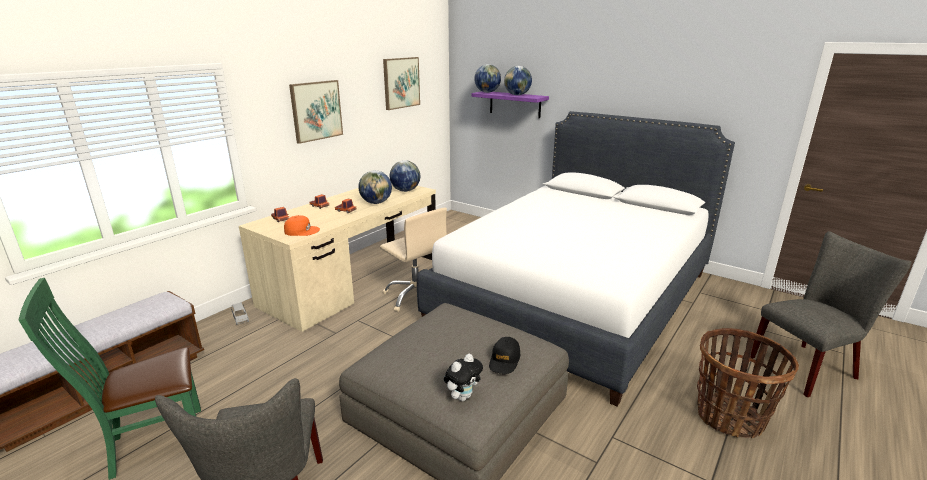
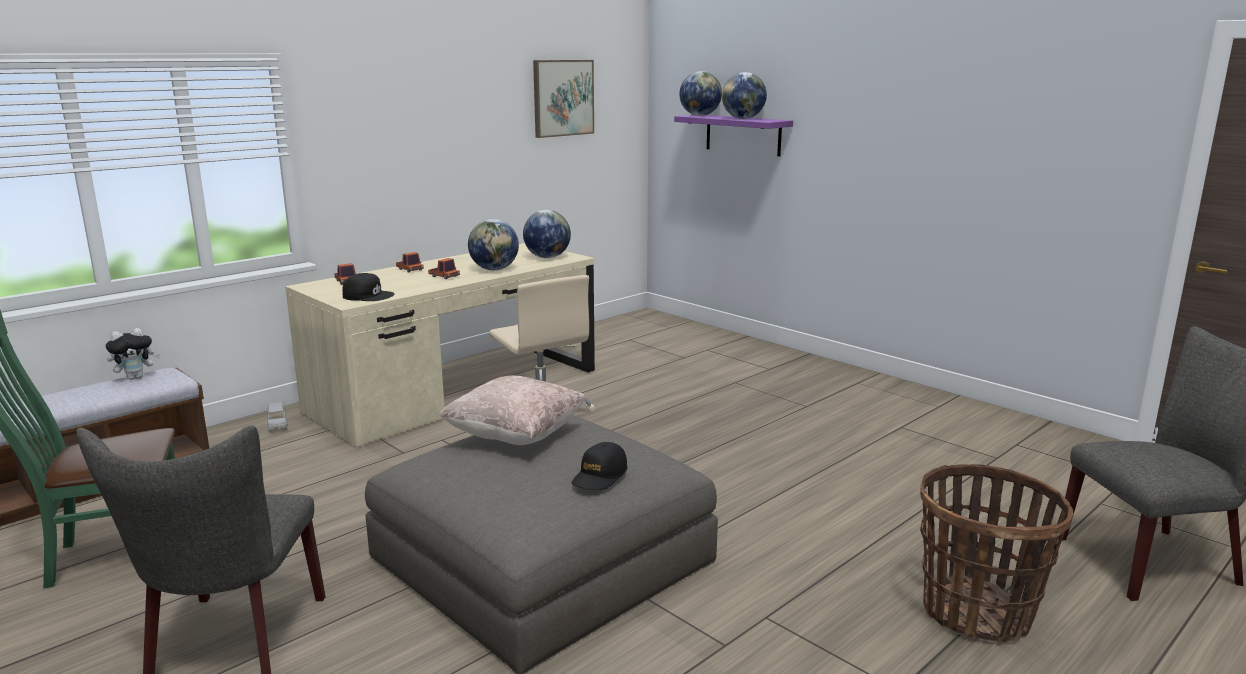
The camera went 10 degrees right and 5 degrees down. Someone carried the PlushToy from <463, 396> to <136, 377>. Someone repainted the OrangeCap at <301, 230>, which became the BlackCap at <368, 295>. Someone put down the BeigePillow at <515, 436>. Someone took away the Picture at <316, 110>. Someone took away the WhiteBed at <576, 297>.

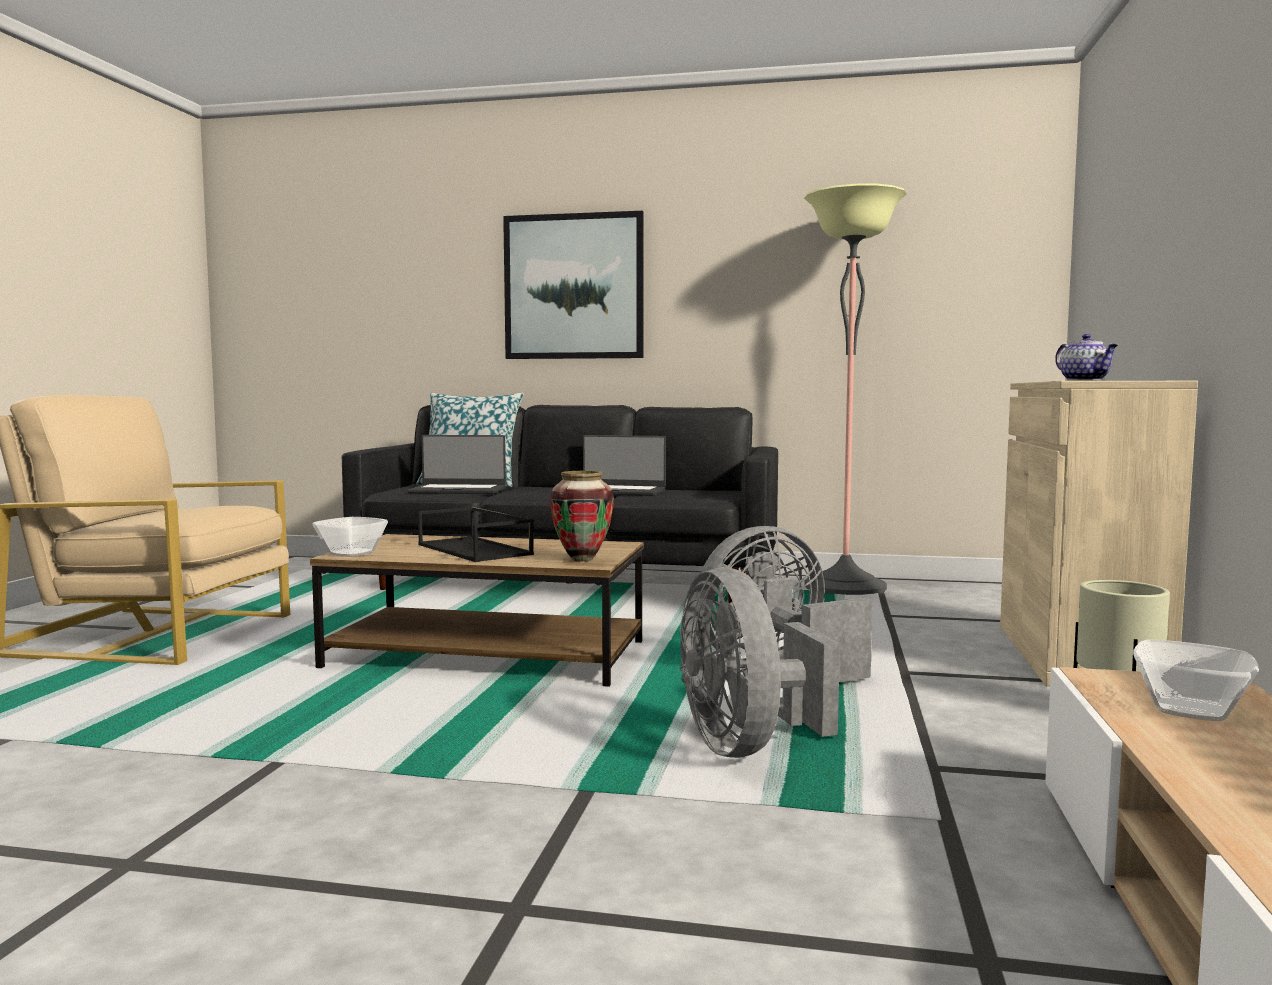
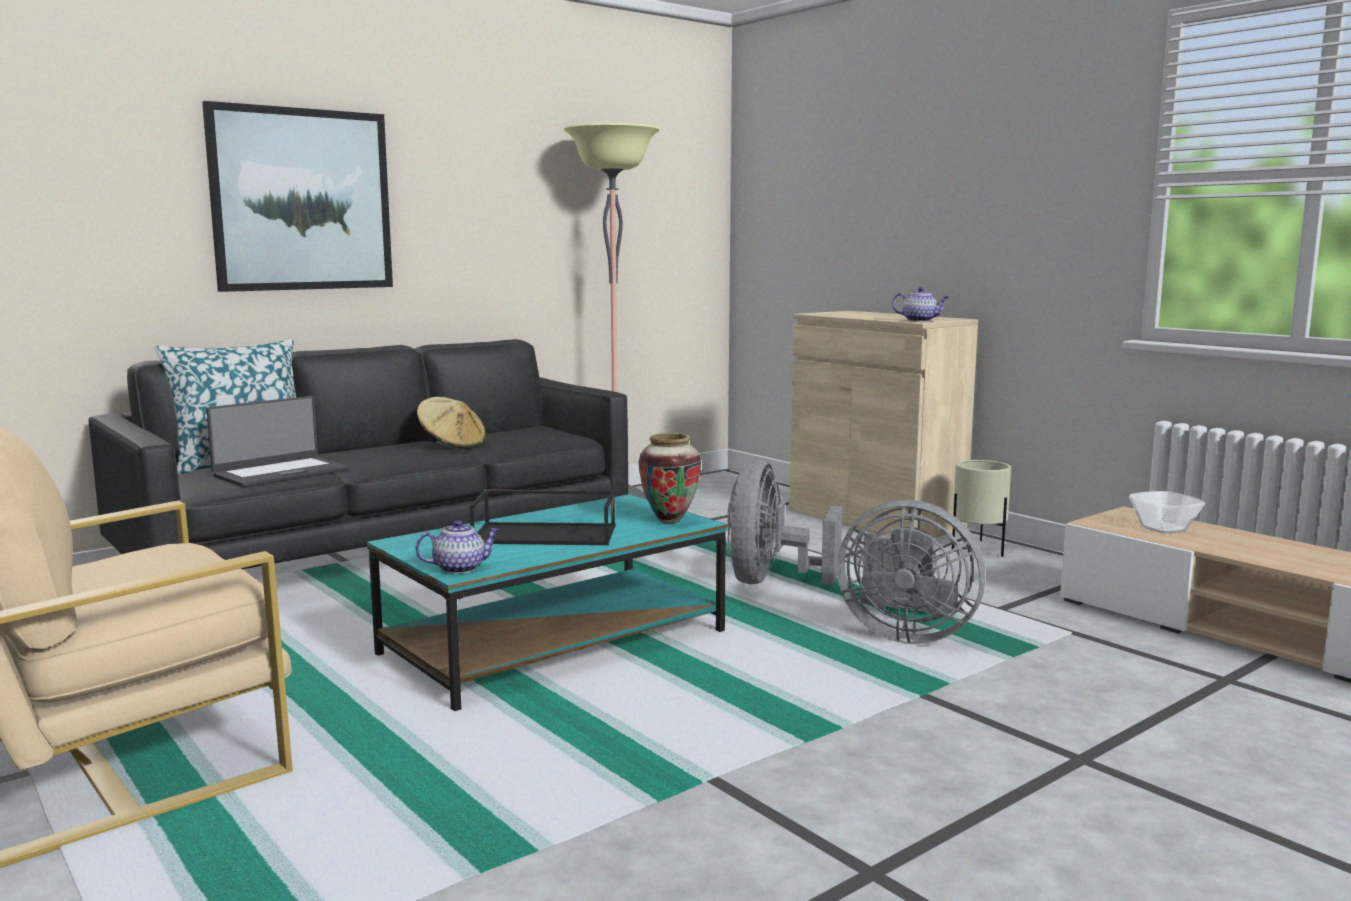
The camera went 50 degrees left and 5 degrees up. Someone repainted the BrownCoffeeTable at <489, 655>, which became the TurquoiseCoffeeTable at <556, 642>. Someone swapped the Bowl at <352, 553> for the Teapot at <460, 568>. Someone swapped the Laptop at <618, 491> for the BeigeHat at <452, 445>.

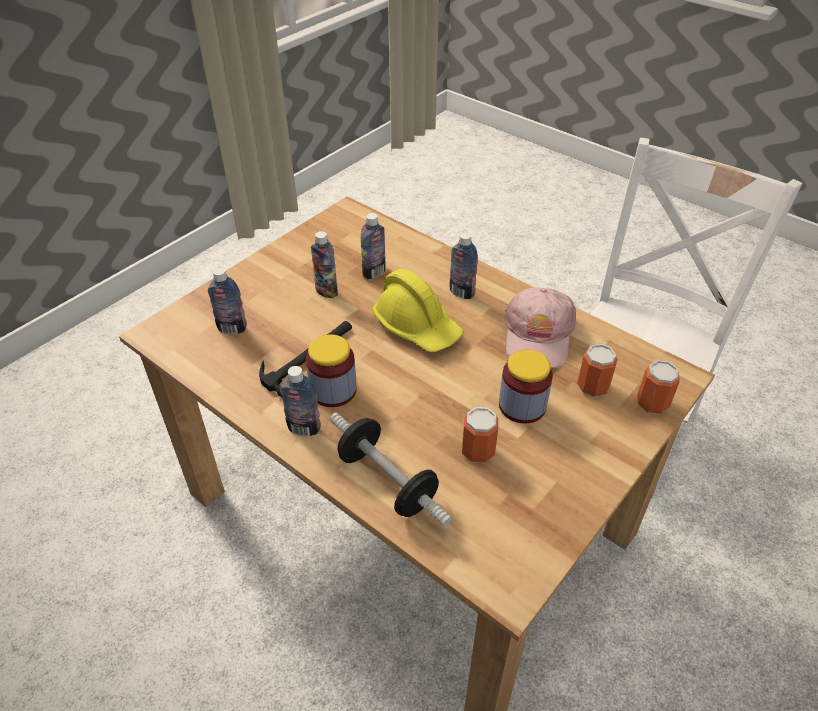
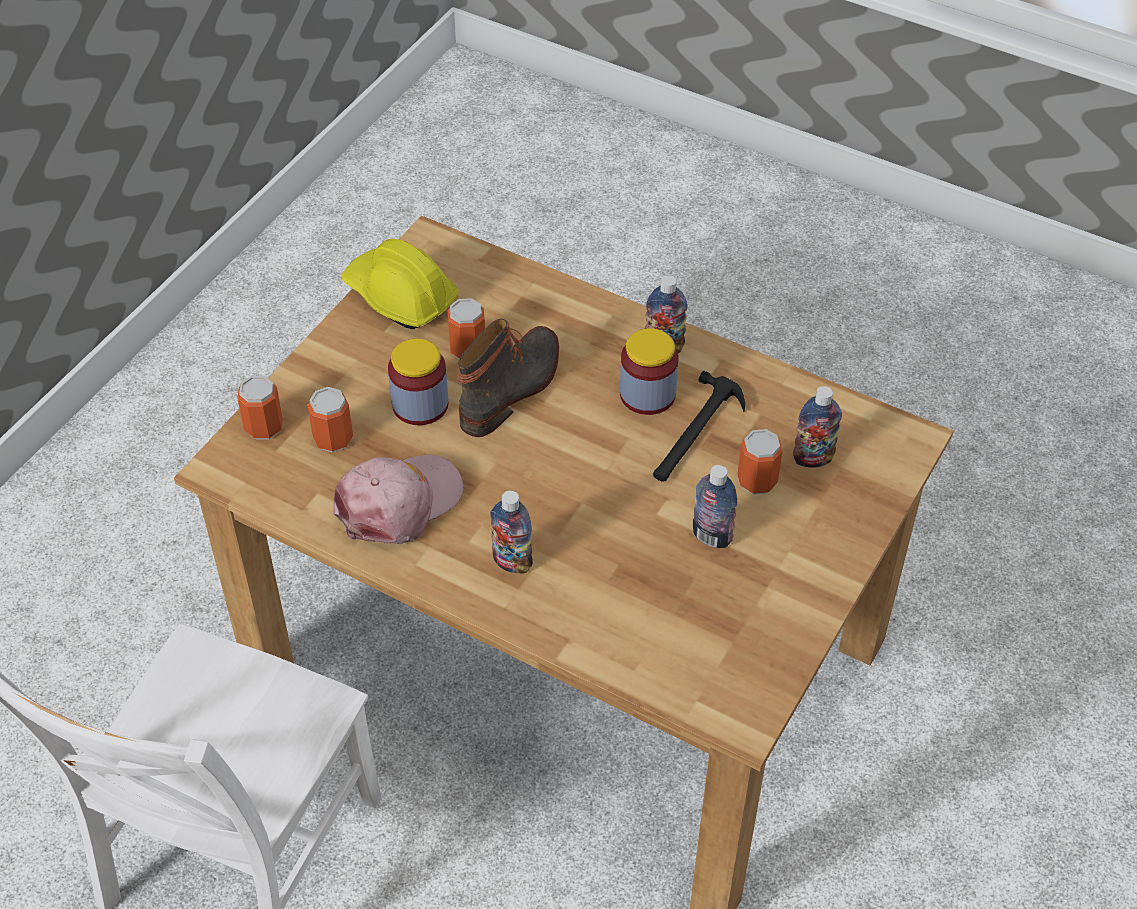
The camera went 170 degrees right and 5 degrees up. Someone rotated the PinkCap at <538, 335> by 45 degrees clockwise. Someone carried the YellowHardHat from <417, 327> to <400, 296>. Someone put down the Boot at <512, 389>. Someone put down the Can at <757, 481>. Someone took away the Dumbbell at <387, 481>. Someone took away the Bottle at <374, 272>.

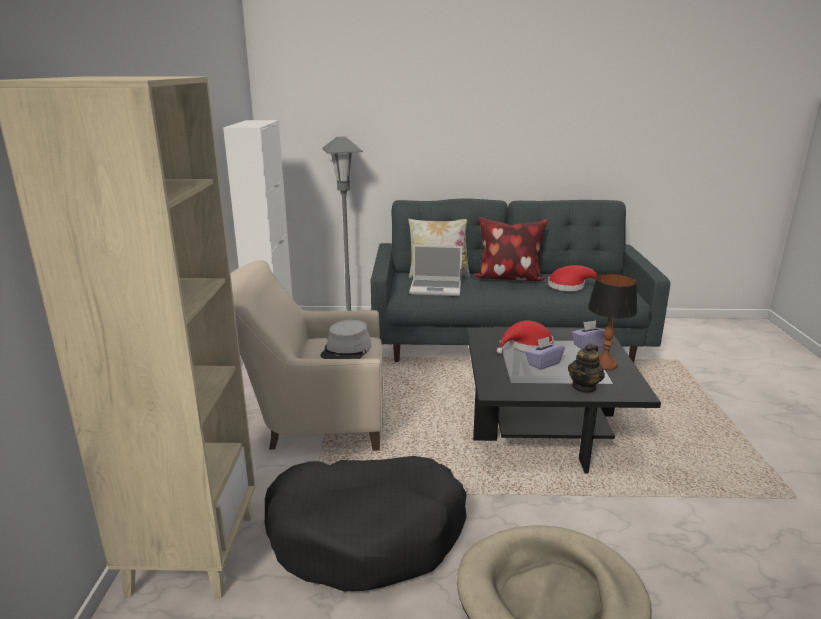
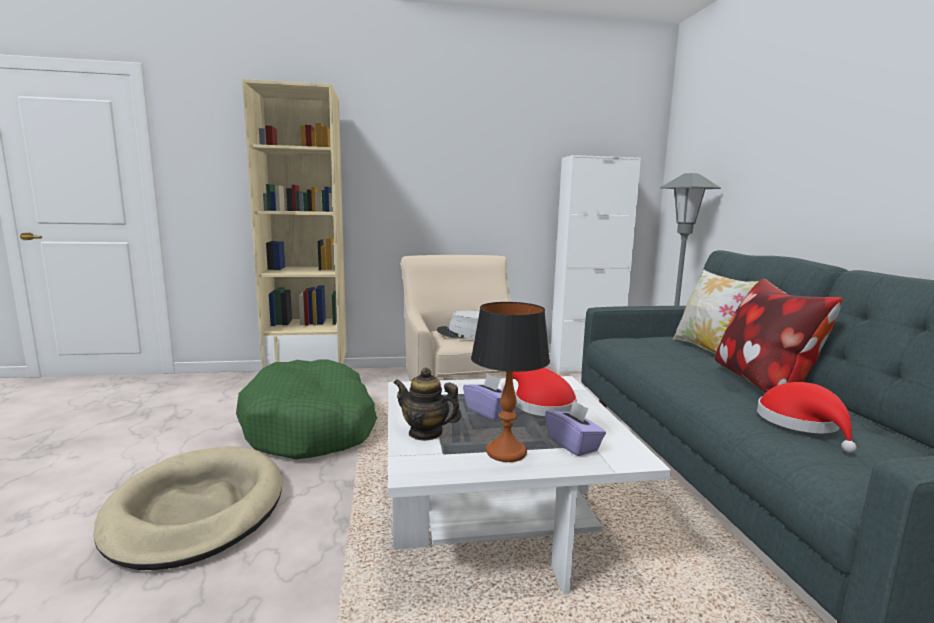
The camera went 80 degrees right and 10 degrees down. Someone repainted the BlackDogBed at <367, 534>, which became the GreenDogBed at <311, 426>. Someone repainted the BlackCoffeeTable at <545, 428>, which became the WhiteCoffeeTable at <499, 519>. Someone took away the Laptop at <436, 288>.

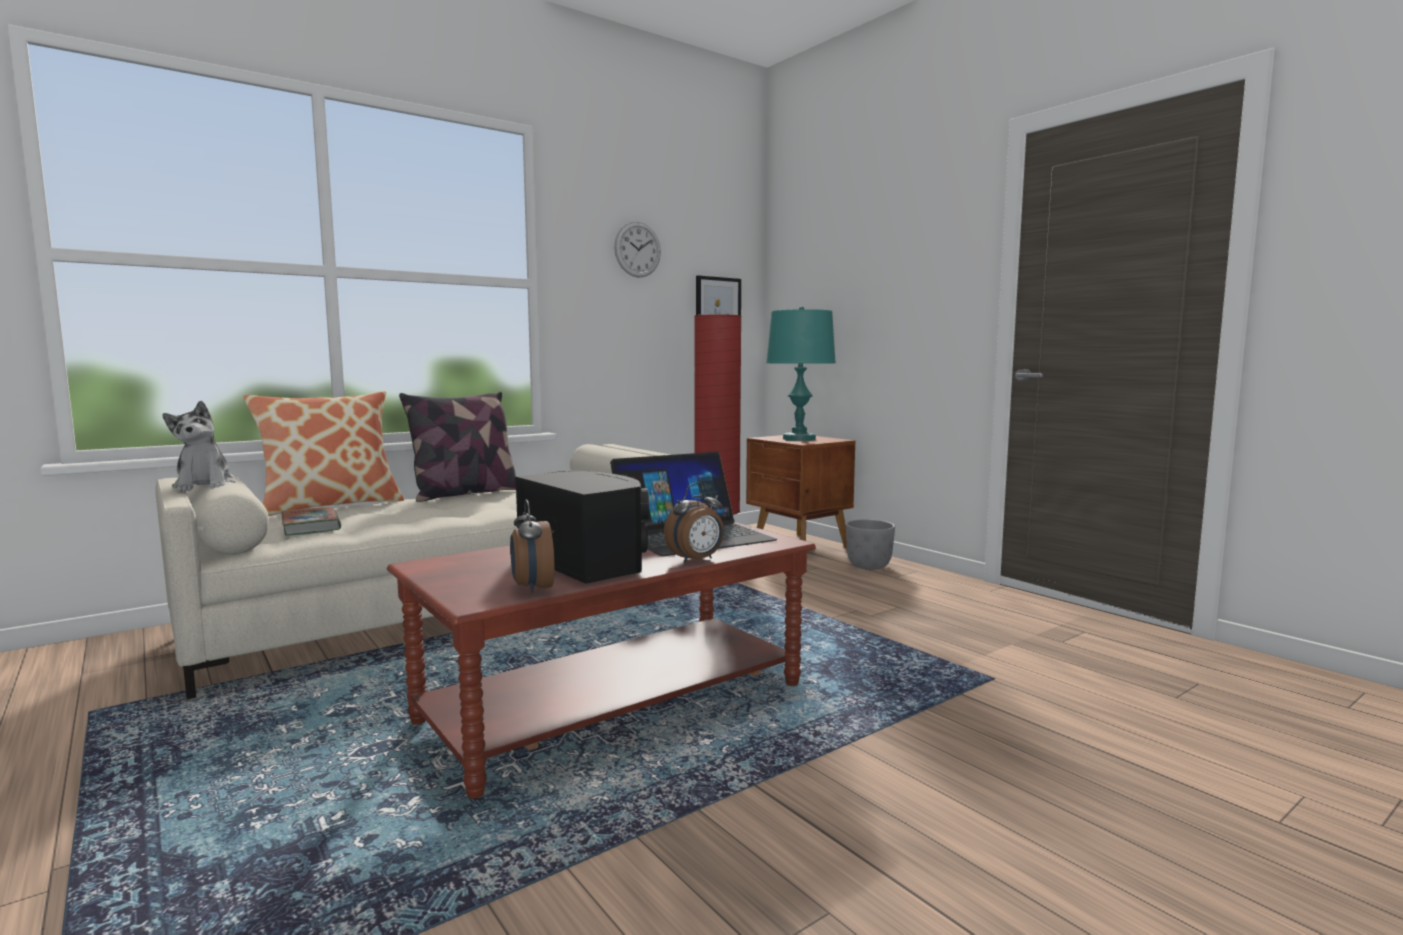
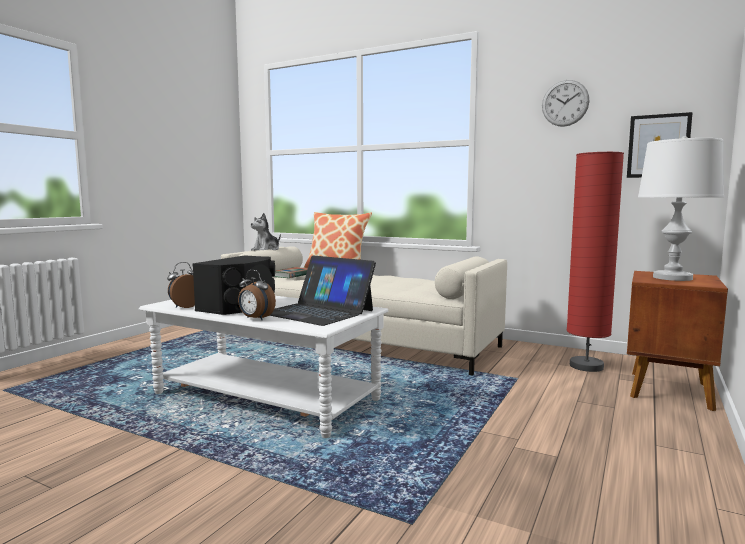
The camera went 65 degrees right and 0 degrees up. Someone repainted the BrownCoffeeTable at <616, 703>, which became the WhiteCoffeeTable at <265, 397>. Someone repainted the TurquoiseTableLamp at <799, 439>, which became the WhiteTableLamp at <672, 278>. Someone took away the Pillow at <465, 493>. Someone took away the GreyPlanter at <869, 566>.

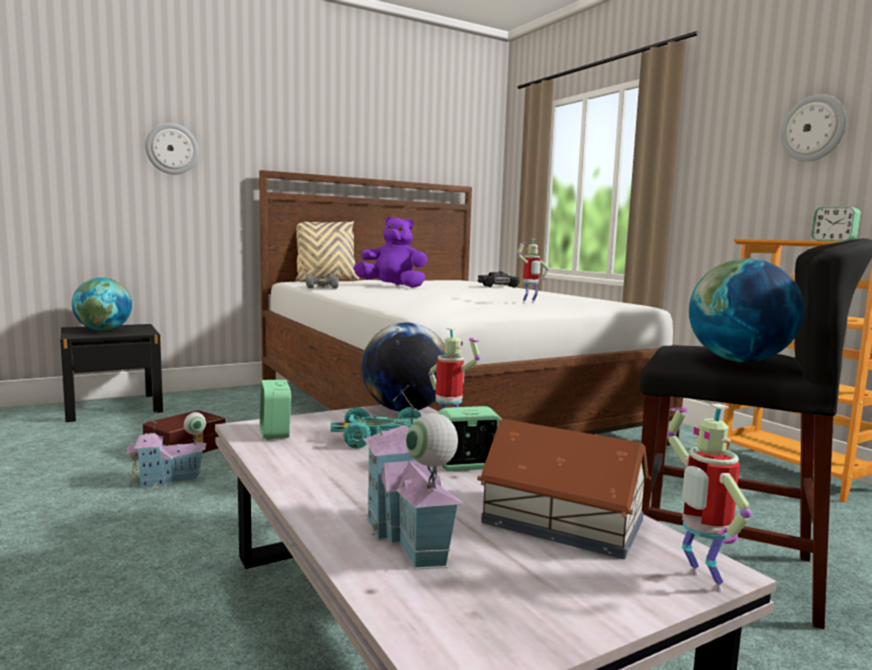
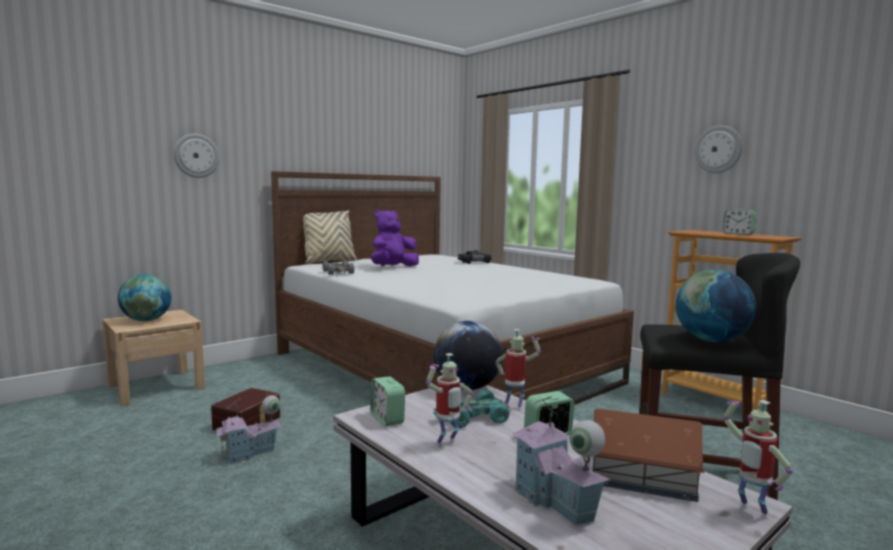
The camera went 10 degrees left and 0 degrees up. Someone repainted the BlackNightstand at <113, 407>, which became the BeigeNightstand at <156, 387>. Someone rotated the PurplePlushToy at <393, 286> by 45 degrees counterclockwise. Someone carried the ToyRobot from <529, 303> to <447, 445>.

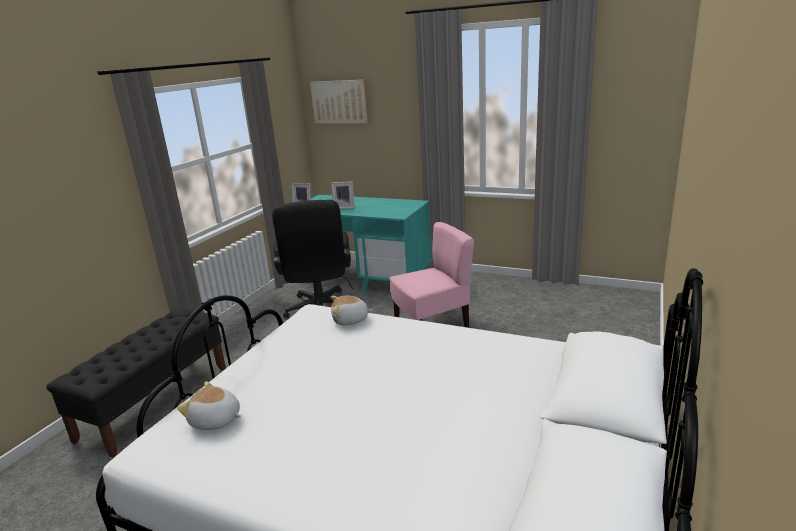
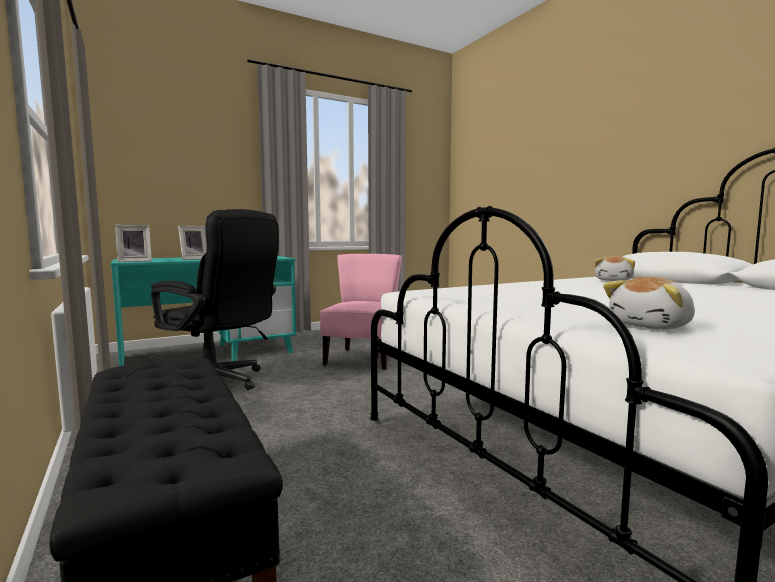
The camera went 55 degrees left and 15 degrees down. Someone carried the PlushToy from <350, 320> to <614, 280>. Someone took away the Picture at <340, 102>.

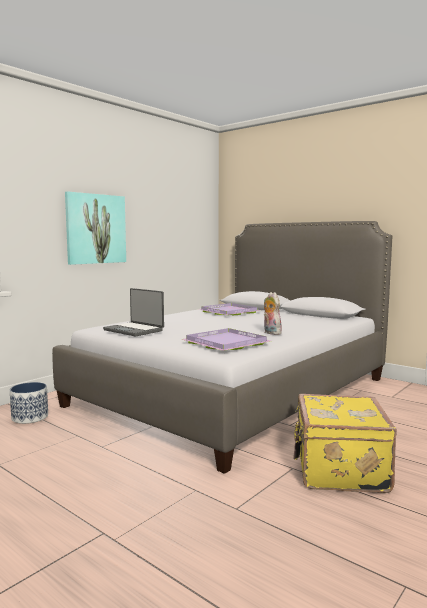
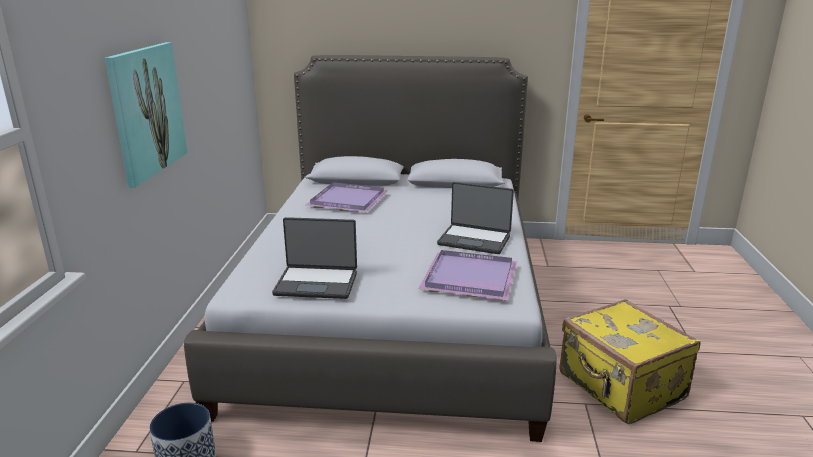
The camera went 35 degrees left and 15 degrees up. Someone swapped the PlushToy at <270, 333> for the Laptop at <474, 240>.

